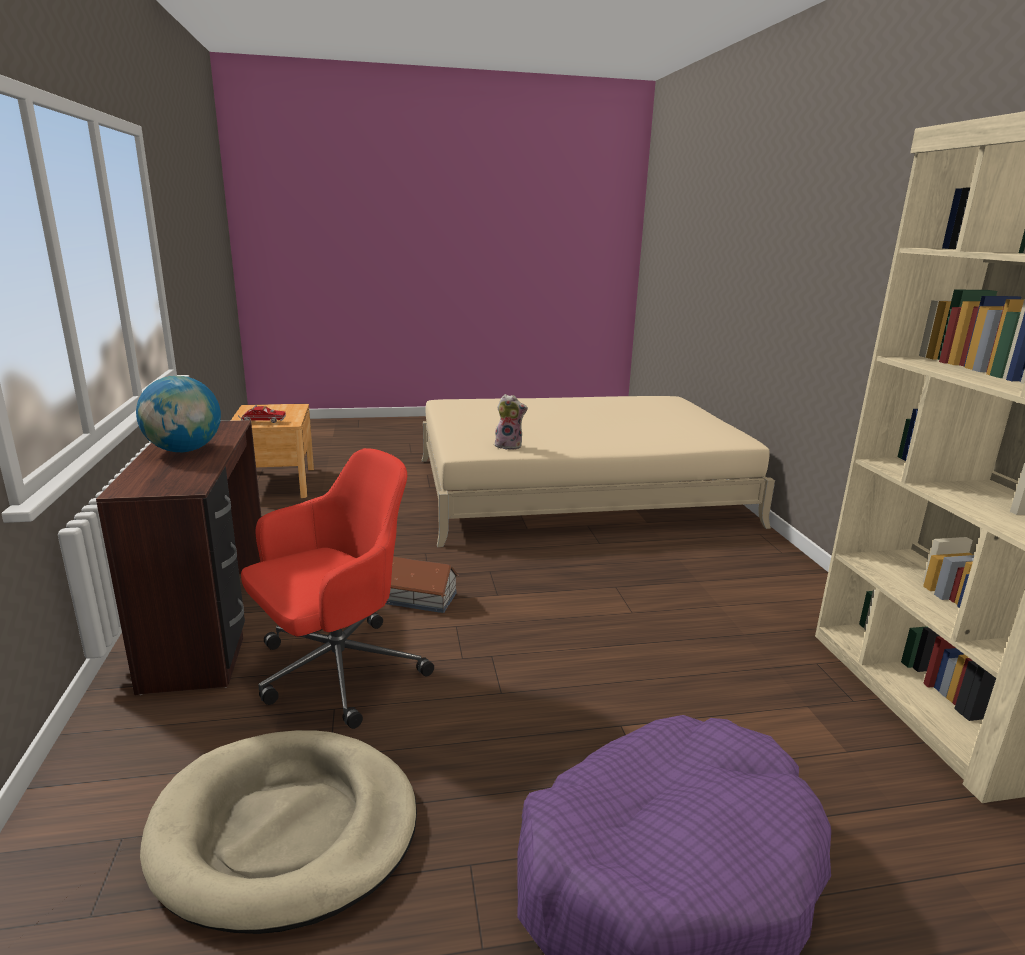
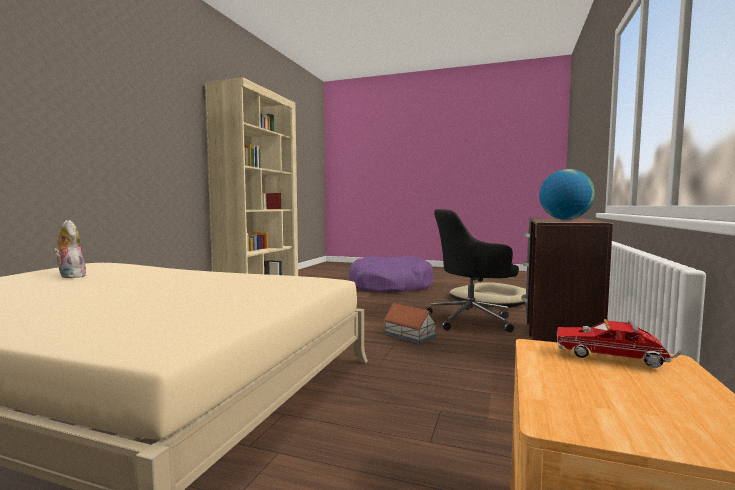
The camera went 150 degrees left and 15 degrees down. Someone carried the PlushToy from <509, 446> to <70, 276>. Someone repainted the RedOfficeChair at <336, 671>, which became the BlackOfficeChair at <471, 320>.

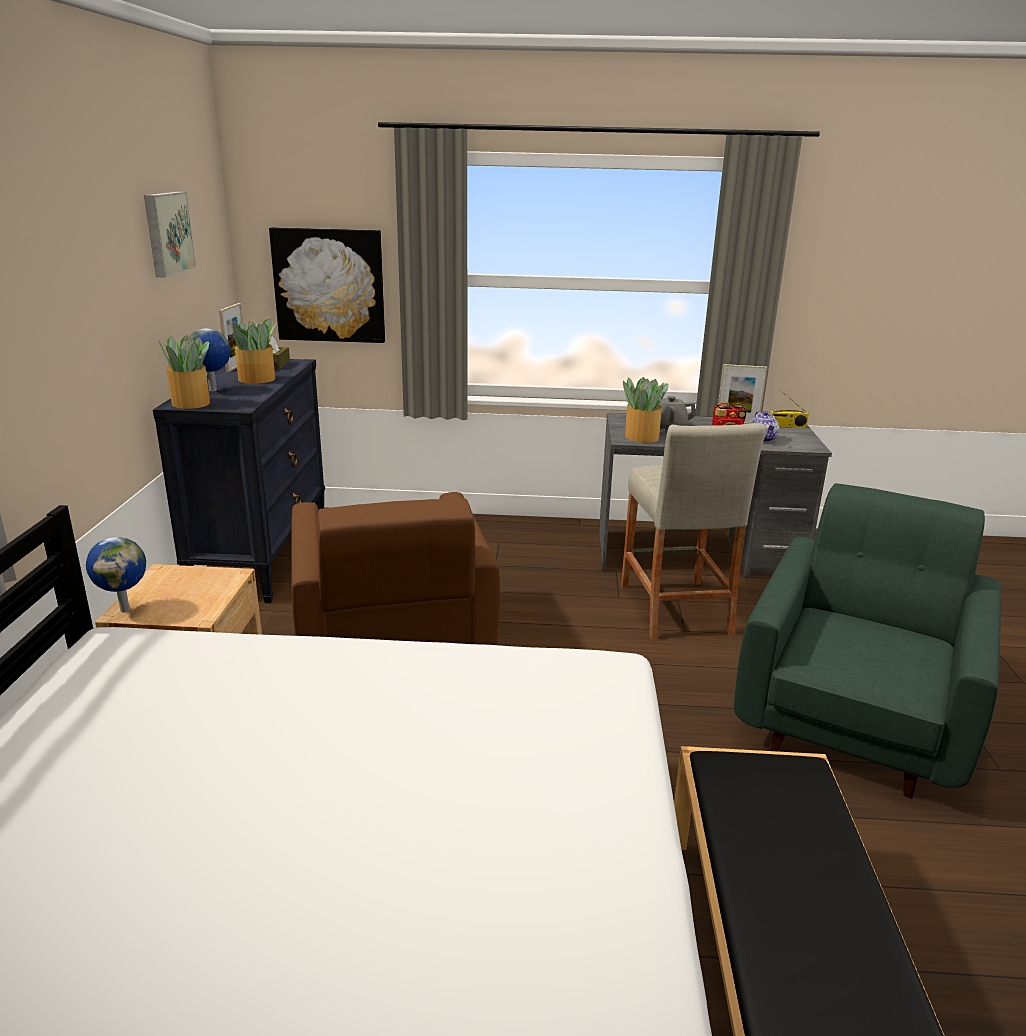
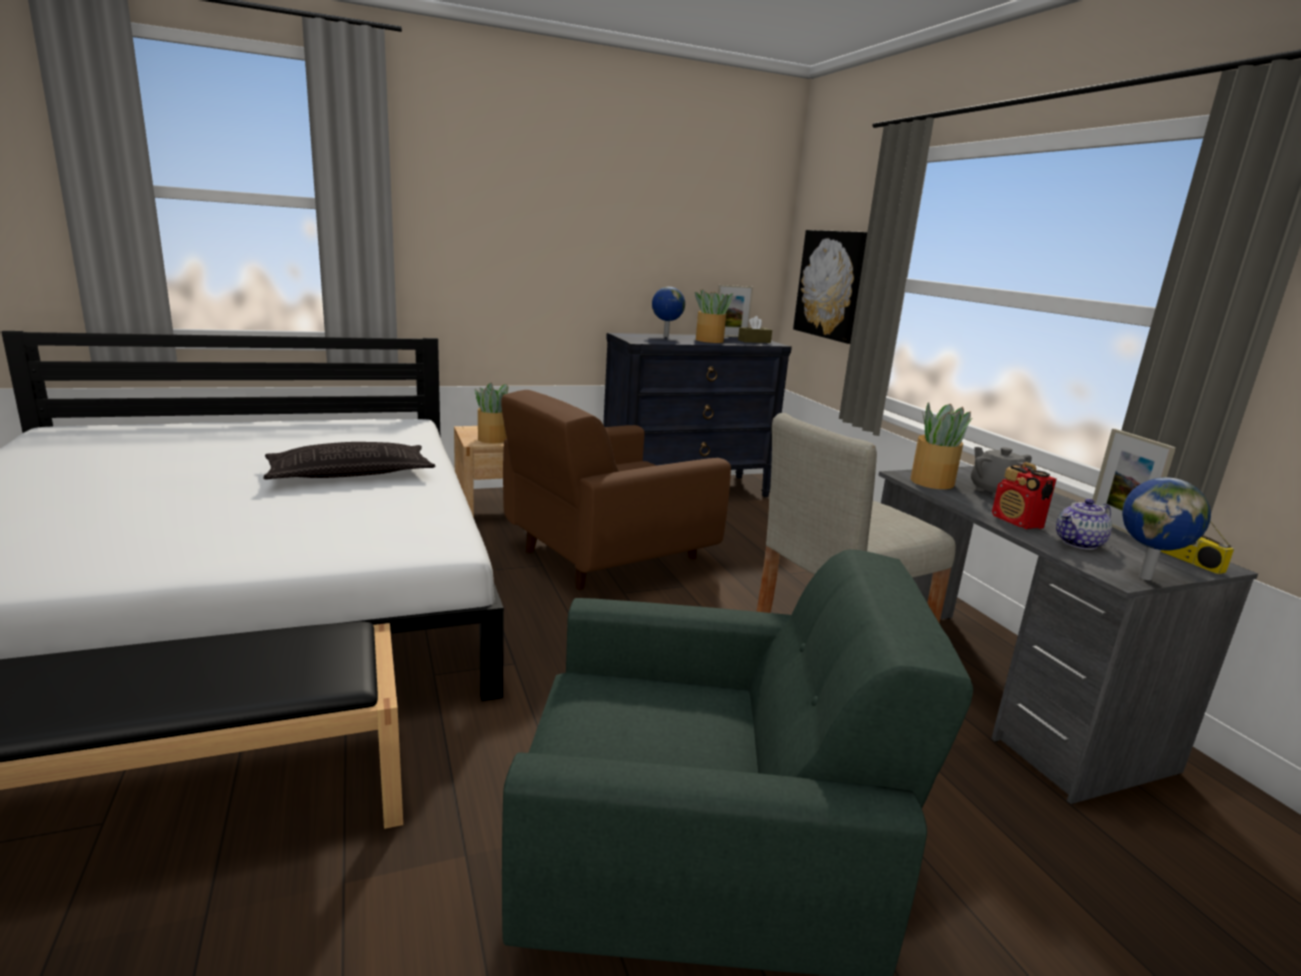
The camera went 65 degrees right and 5 degrees down. Someone put down the Pillow at <350, 474>. Someone carried the PottedPlant from <190, 403> to <494, 438>. Someone carried the Globe from <125, 609> to <1146, 577>. Someone took away the Picture at <167, 233>.

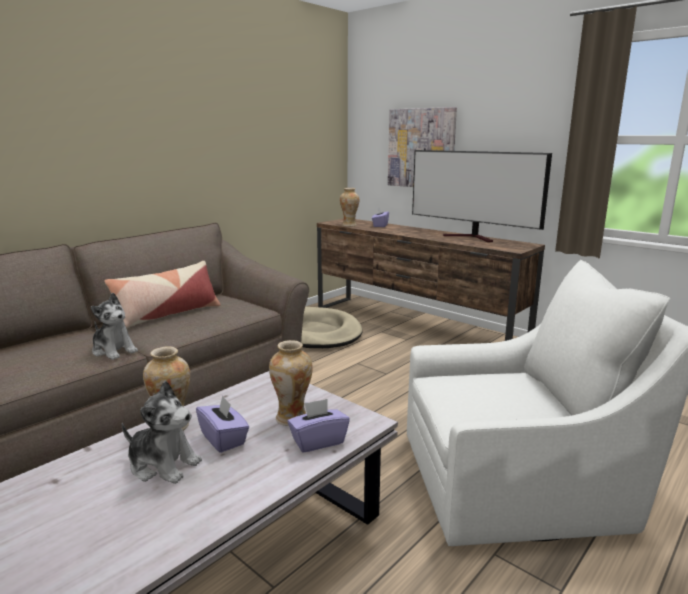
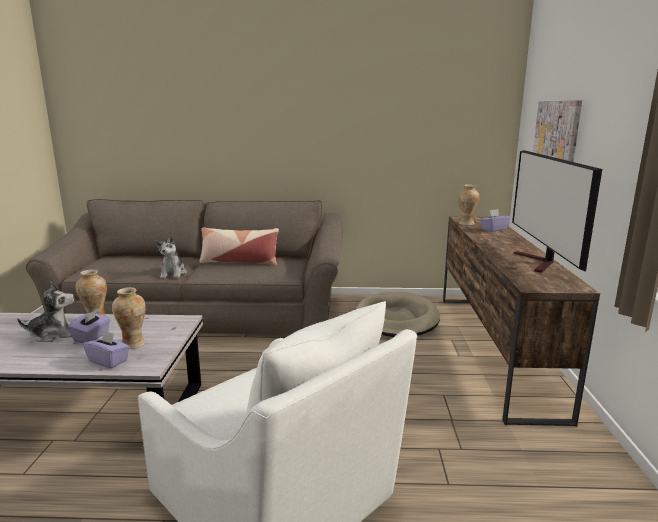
The camera went 50 degrees right and 0 degrees up. Someone rotated the PlushToy at <163, 465> by 90 degrees counterclockwise.

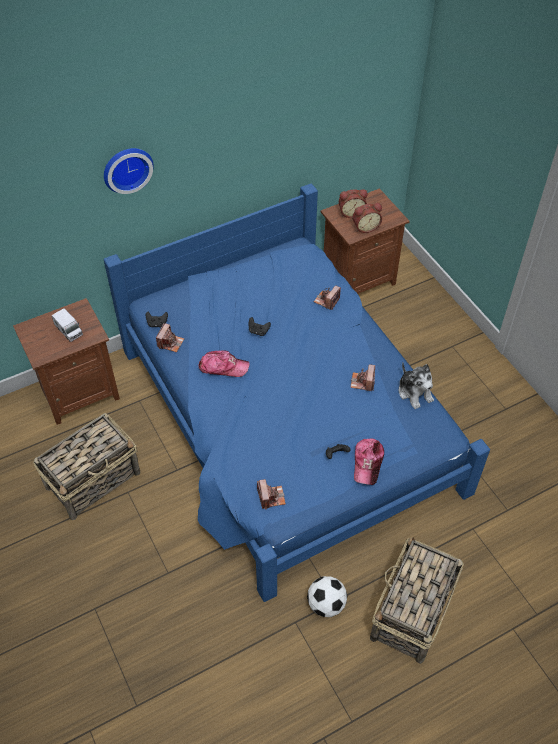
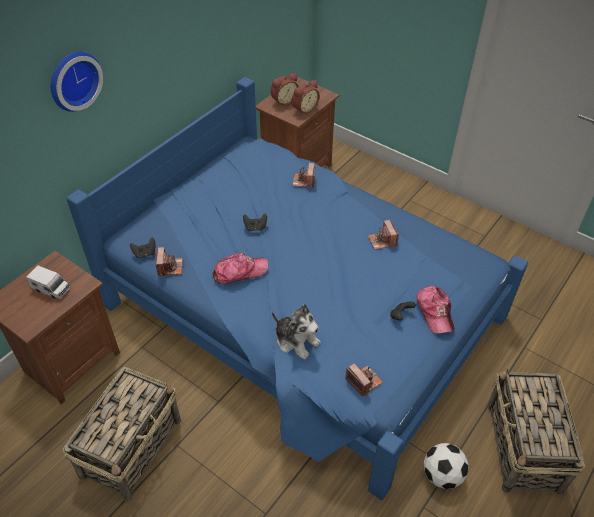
The camera went 25 degrees left and 5 degrees down. Someone carried the PlushToy from <414, 392> to <296, 340>.

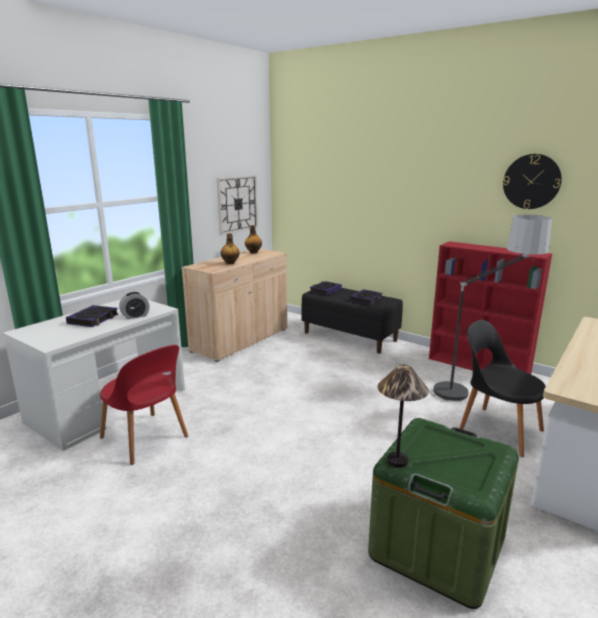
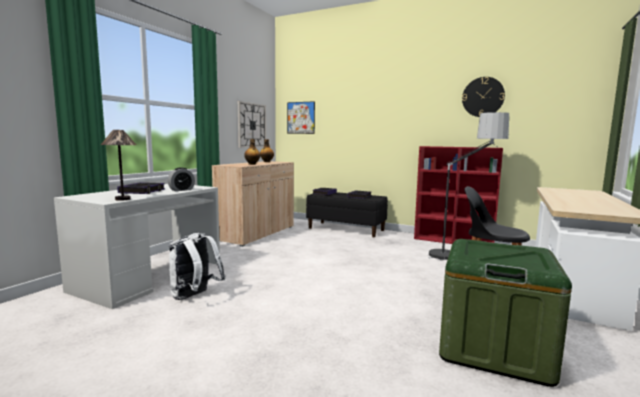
The camera went 10 degrees left and 10 degrees down. Someone carried the TableLamp from <396, 460> to <122, 199>. Someone swapped the RedChair at <145, 439> for the WhiteBackpack at <194, 296>. Someone put up the Picture at <300, 118>.

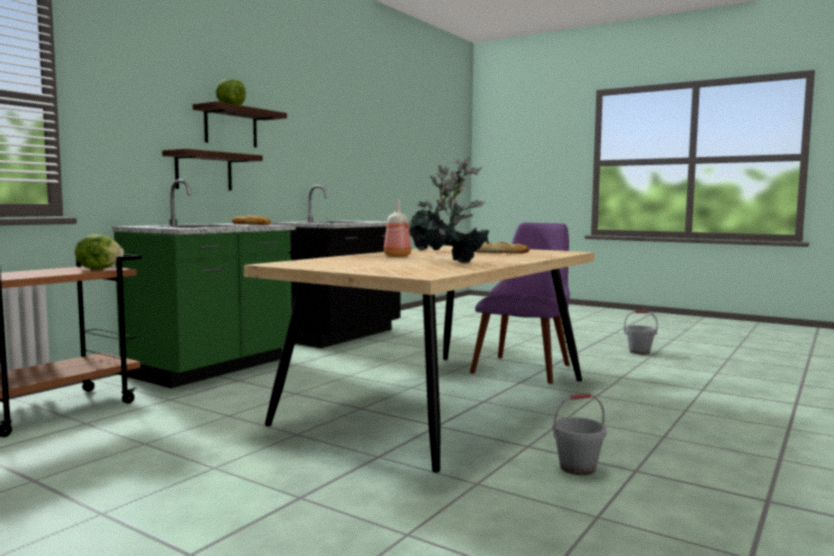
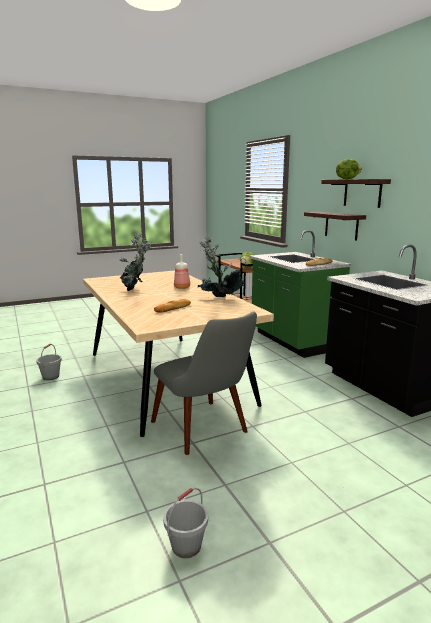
The camera went 120 degrees right and 10 degrees up. Someone repainted the PurpleChair at <525, 366>, which became the GreyChair at <206, 431>.

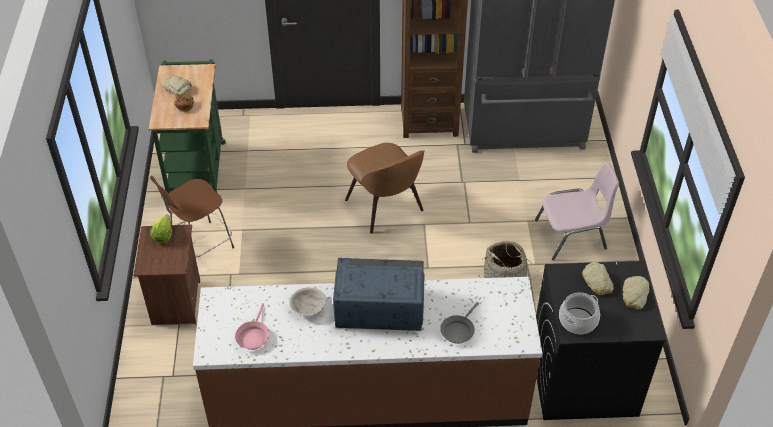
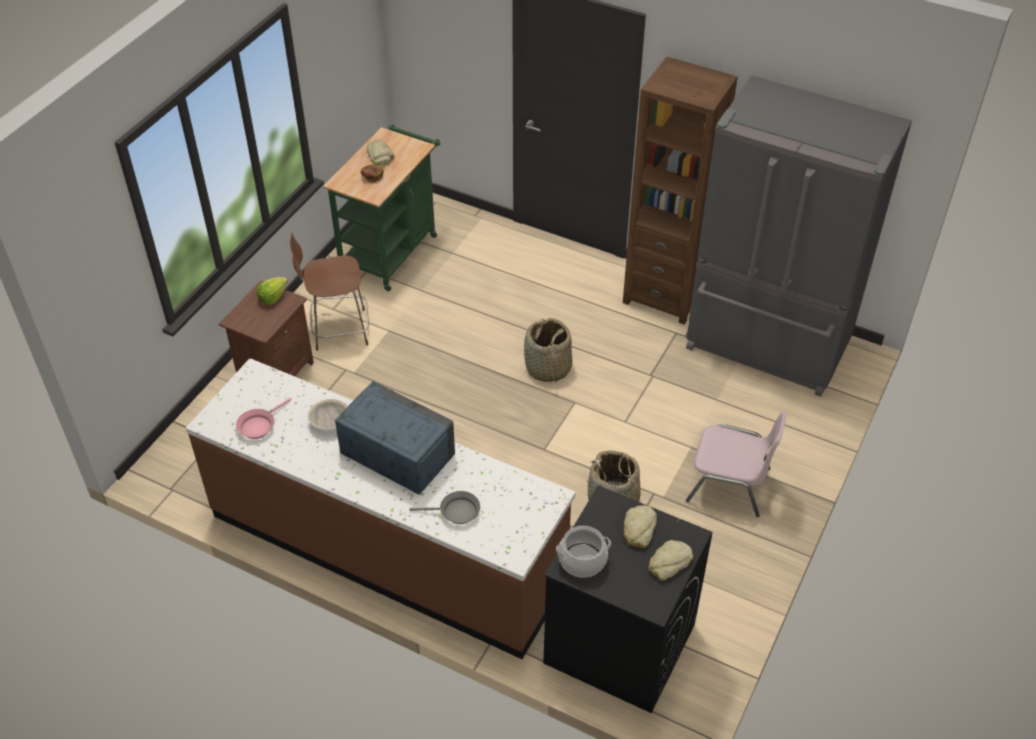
The camera went 30 degrees right and 0 degrees up. Someone rotated the GreyFryingPan at <458, 330> by 150 degrees counterclockwise. Someone swapped the BrownChair at <385, 207> for the Basket at <548, 368>.

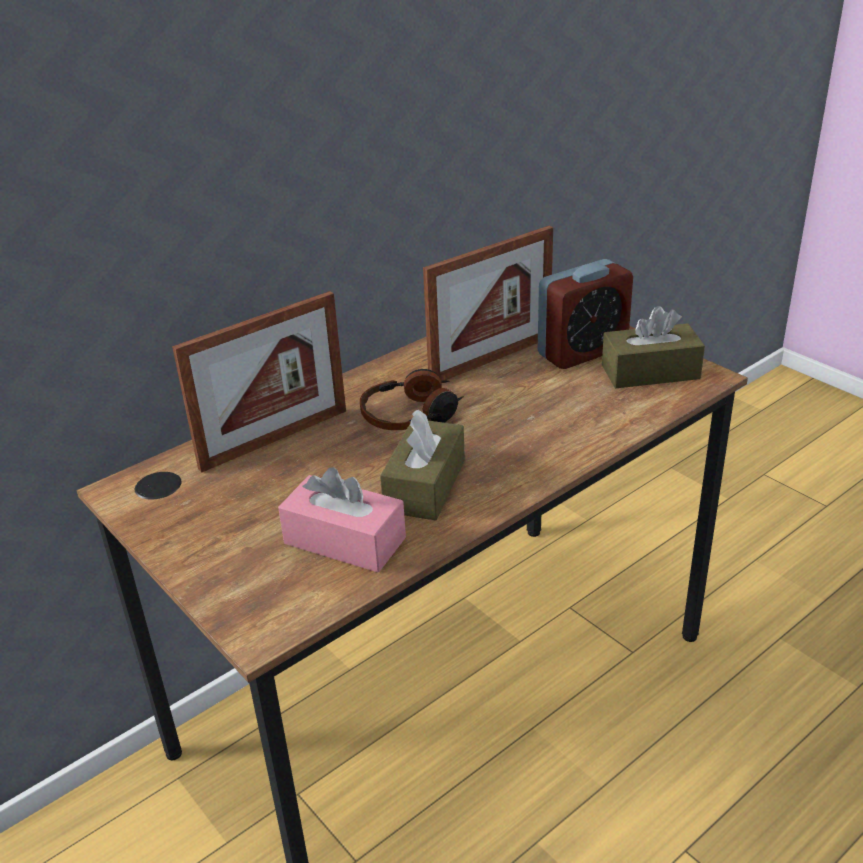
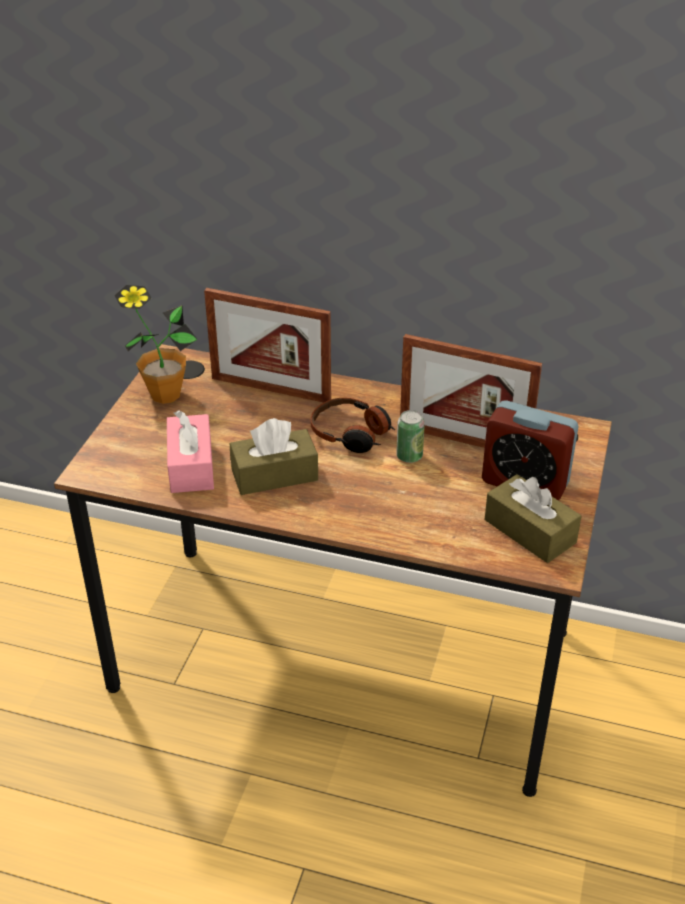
The camera went 55 degrees right and 5 degrees up. Someone put down the PottedPlant at <165, 395>. Someone put down the Can at <409, 456>.

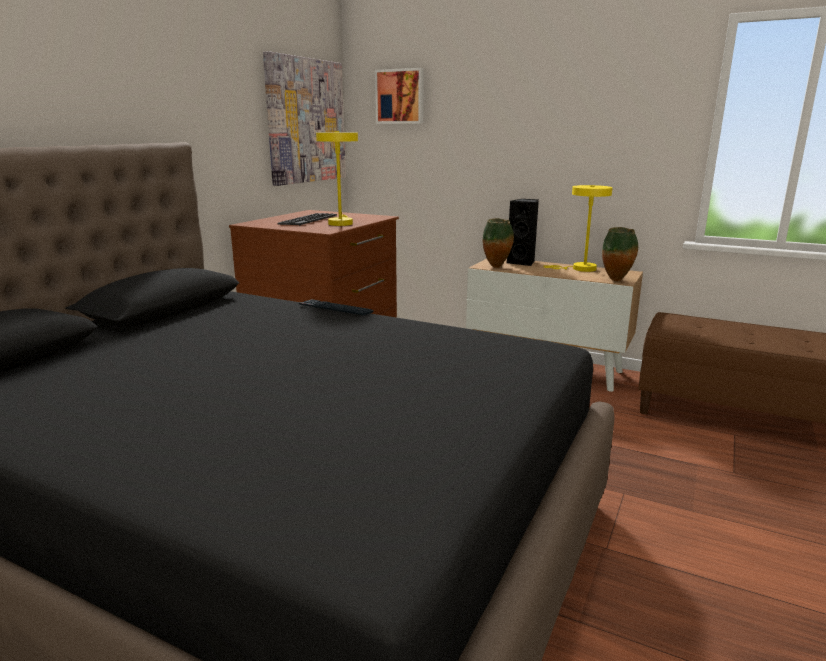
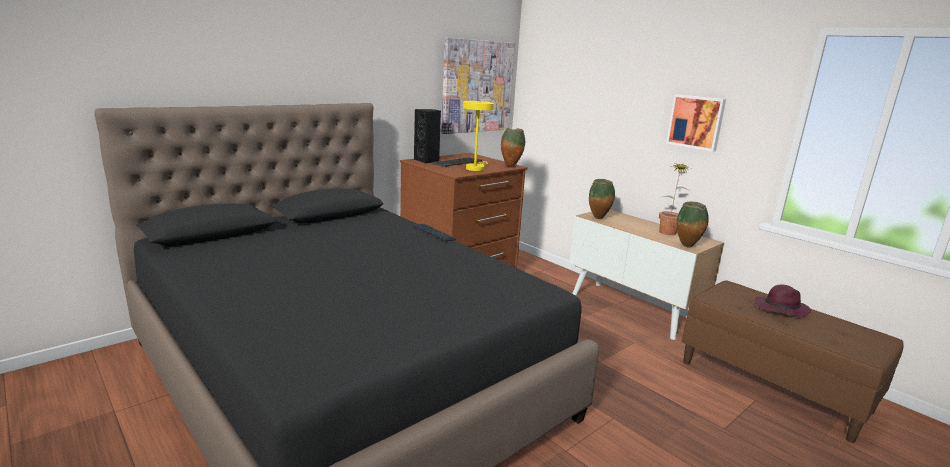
The camera went 20 degrees right and 0 degrees up. Someone carried the BlackSpeaker from <522, 262> to <427, 160>. Someone put down the Vase at <511, 166>. Someone swapped the YellowTableLamp at <580, 269> for the PottedPlant at <668, 231>. Someone carried the Picture from <400, 96> to <696, 122>. Someone put down the PurpleHat at <780, 309>.

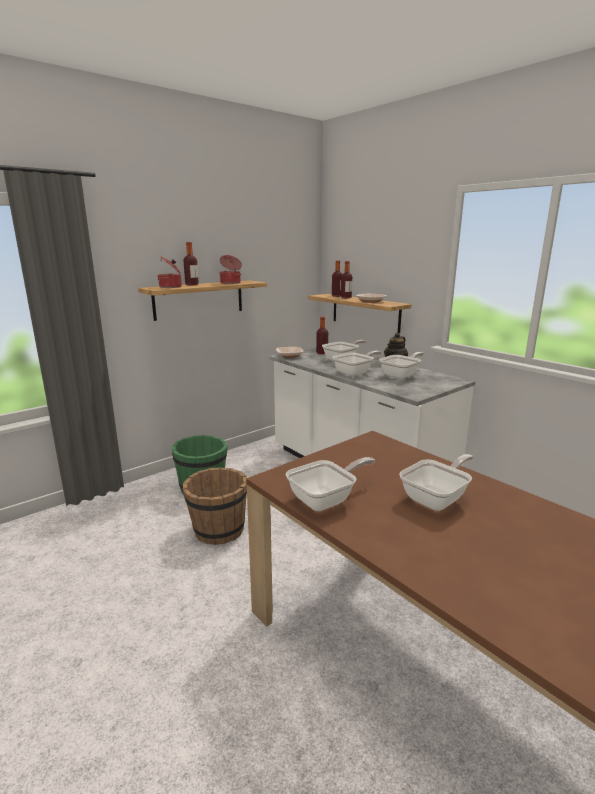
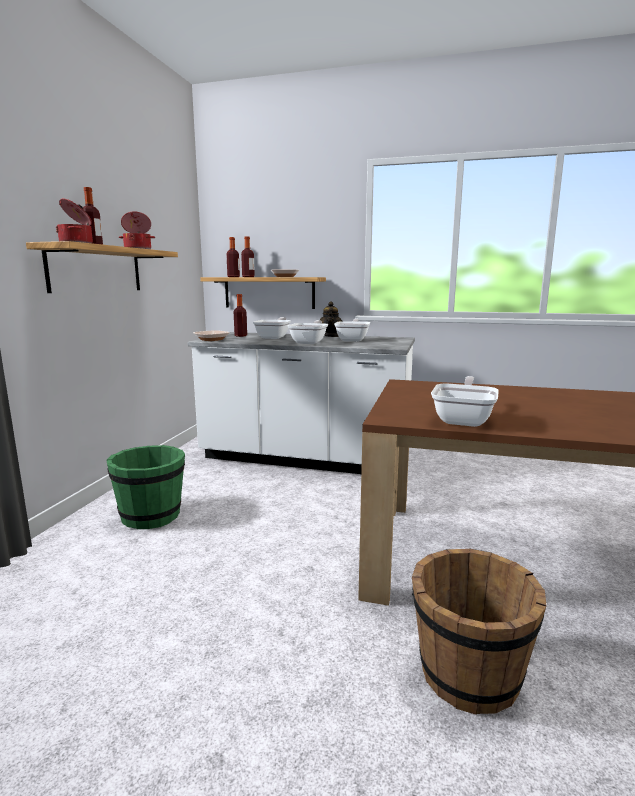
The camera went 35 degrees left and 5 degrees down. Someone carried the BrownBucket from <218, 530> to <468, 675>. Someone took away the FryingPan at <437, 498>.

